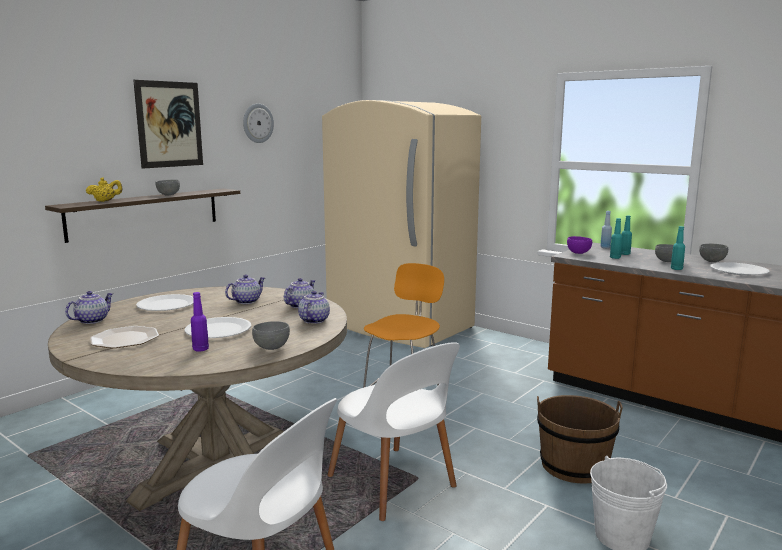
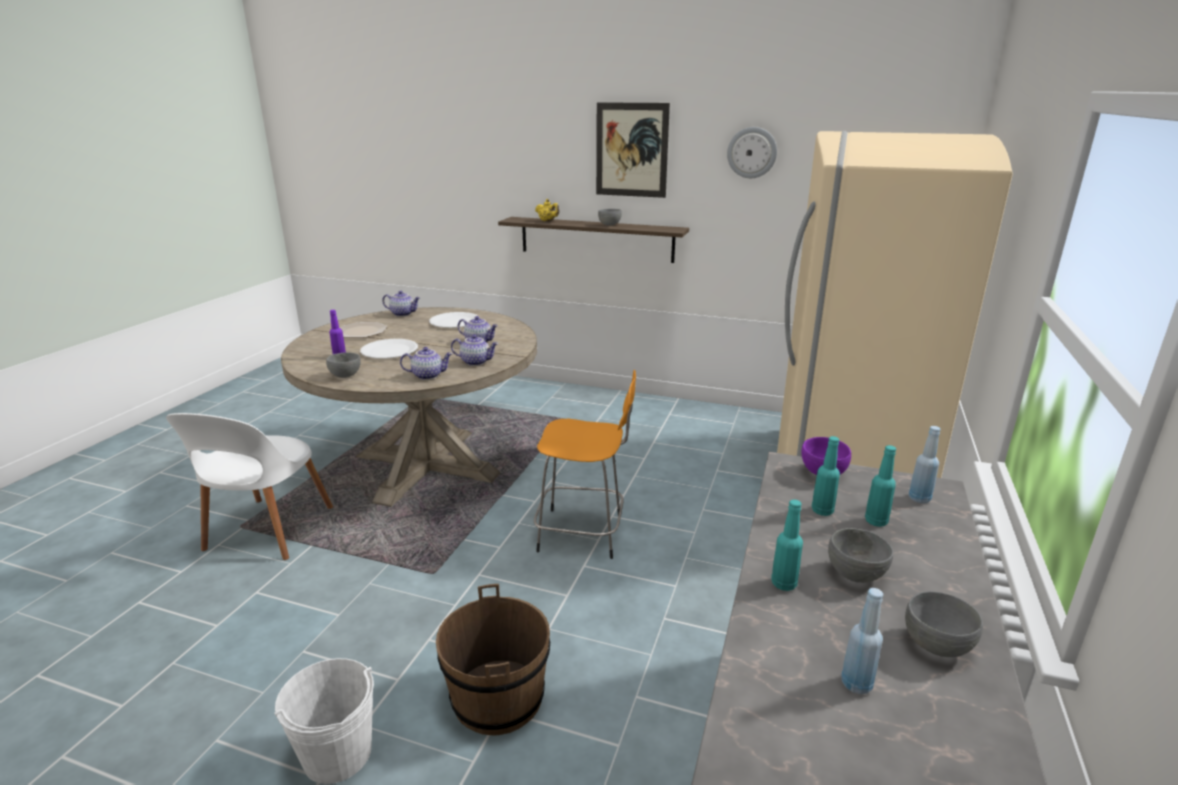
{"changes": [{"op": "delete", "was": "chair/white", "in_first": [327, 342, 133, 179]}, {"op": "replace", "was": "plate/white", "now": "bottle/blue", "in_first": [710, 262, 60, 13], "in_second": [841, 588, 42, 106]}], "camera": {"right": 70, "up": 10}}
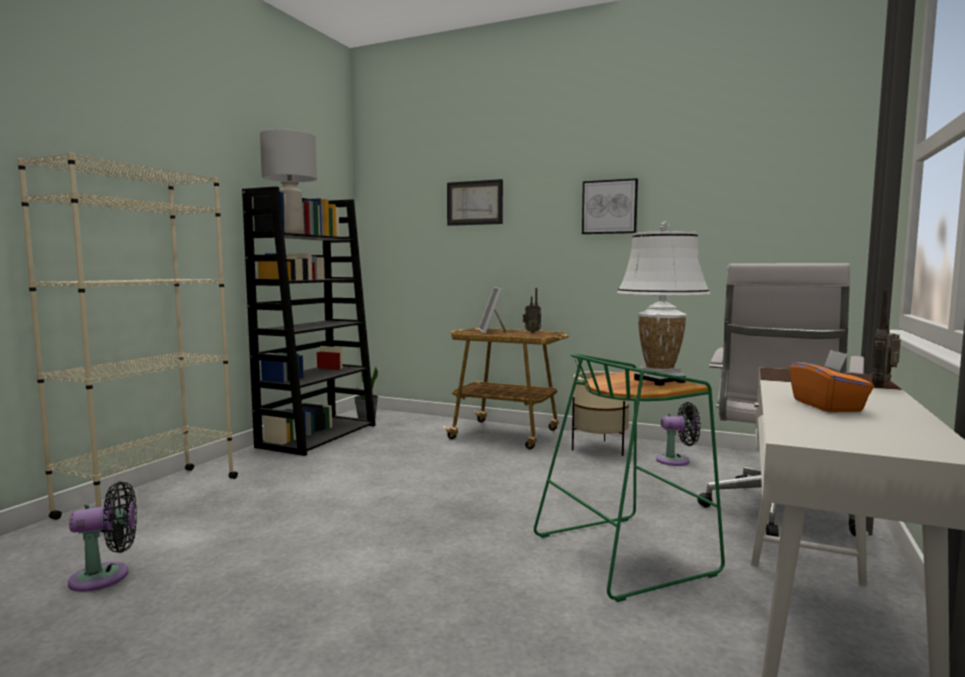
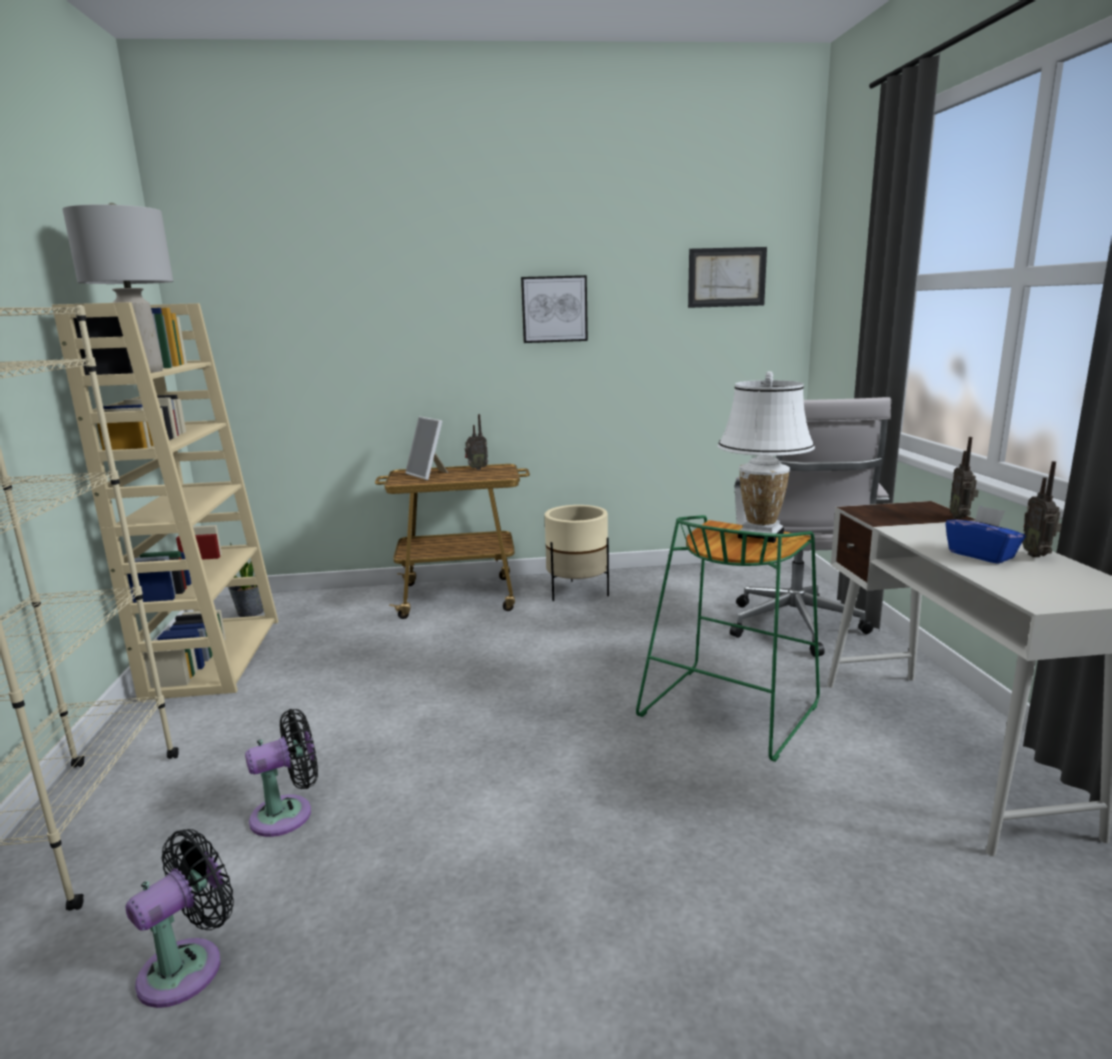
{"changes": [{"op": "insert", "now": "radio", "in_second": [1022, 461, 40, 96]}, {"op": "move", "was": "picture", "in_first": [447, 179, 56, 47], "in_second": [688, 247, 79, 61]}, {"op": "move", "was": "fan/black", "in_first": [656, 402, 45, 64], "in_second": [245, 709, 73, 128]}, {"op": "recolor", "was": "bookcase/black", "now": "bookcase/beige", "in_first": [242, 186, 134, 270], "in_second": [52, 302, 226, 399]}, {"op": "recolor", "was": "tissue box/orange", "now": "tissue box/blue", "in_first": [789, 350, 85, 63], "in_second": [946, 505, 80, 59]}], "camera": {"right": -30, "up": 10}}
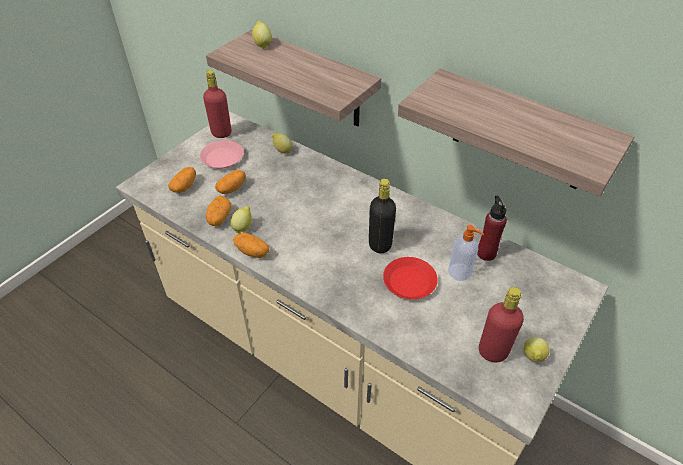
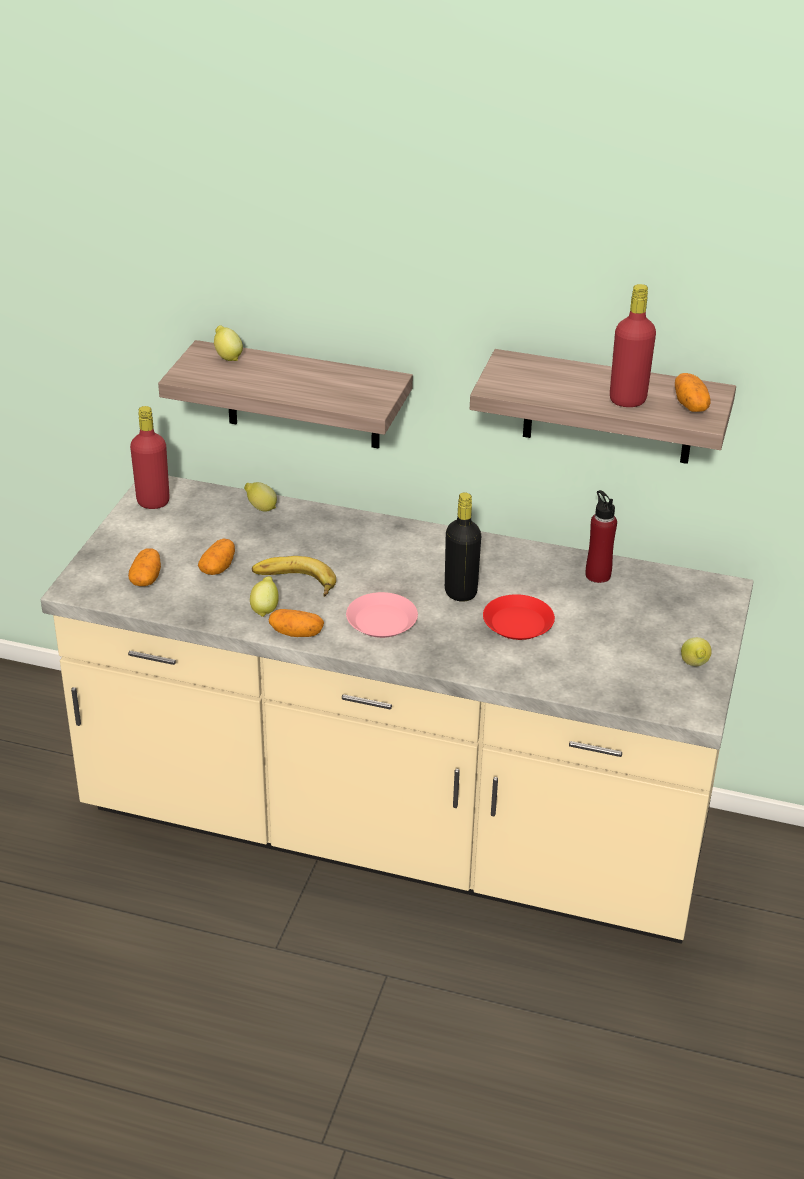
{"changes": [{"op": "delete", "was": "soap dispenser", "in_first": [448, 225, 36, 56]}, {"op": "insert", "now": "banana", "in_second": [252, 556, 84, 41]}, {"op": "move", "was": "plate/pink", "in_first": [200, 140, 44, 29], "in_second": [346, 592, 72, 46]}, {"op": "move", "was": "potato", "in_first": [206, 196, 25, 30], "in_second": [675, 373, 36, 39]}, {"op": "move", "was": "bottle/red", "in_first": [479, 287, 45, 75], "in_second": [610, 284, 46, 123]}], "camera": {"right": -20, "up": -10}}
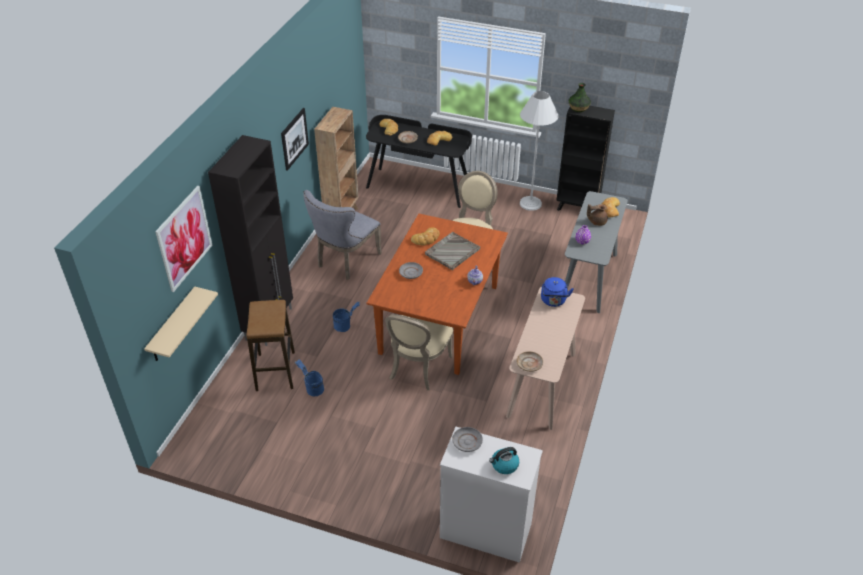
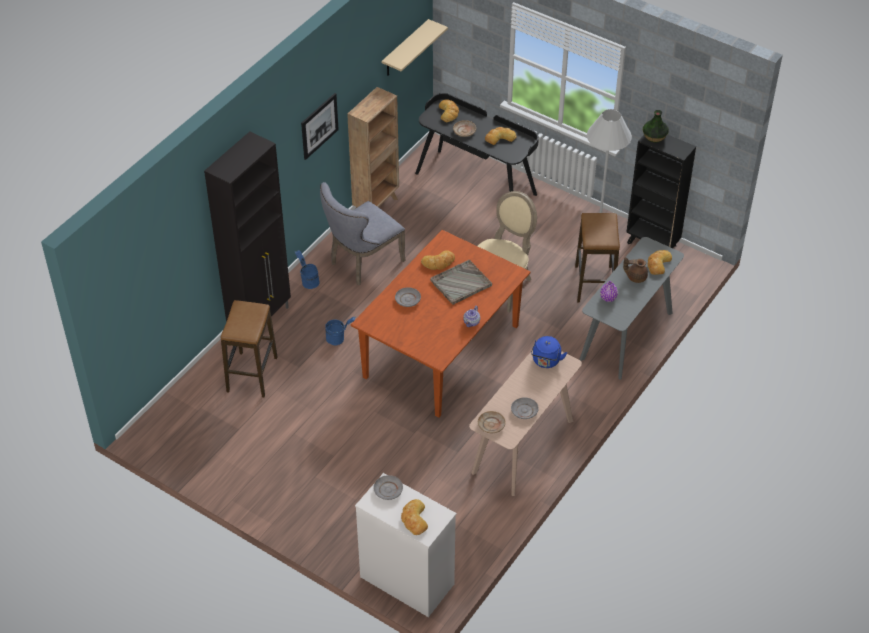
{"changes": [{"op": "delete", "was": "picture", "in_first": [155, 186, 57, 106]}, {"op": "delete", "was": "chair/beige", "in_first": [385, 314, 68, 76]}, {"op": "insert", "now": "plate/grey", "in_second": [511, 397, 28, 22]}, {"op": "insert", "now": "stool", "in_second": [575, 213, 45, 90]}, {"op": "move", "was": "shelf/beige", "in_first": [144, 286, 74, 75], "in_second": [382, 19, 66, 57]}, {"op": "move", "was": "bucket/blue", "in_first": [295, 360, 29, 36], "in_second": [295, 250, 25, 39]}, {"op": "replace", "was": "kettle", "now": "bread", "in_first": [489, 447, 30, 27], "in_second": [401, 499, 27, 36]}], "camera": {"right": 15, "up": 5}}
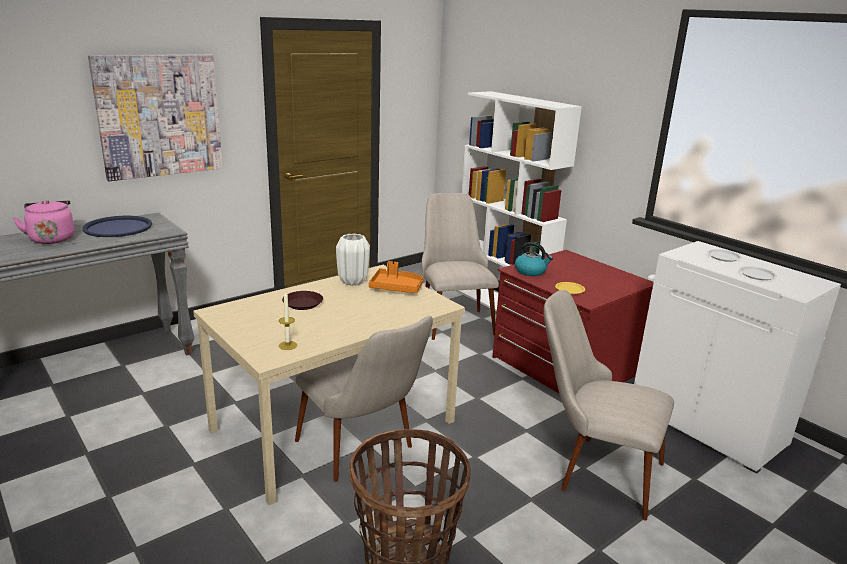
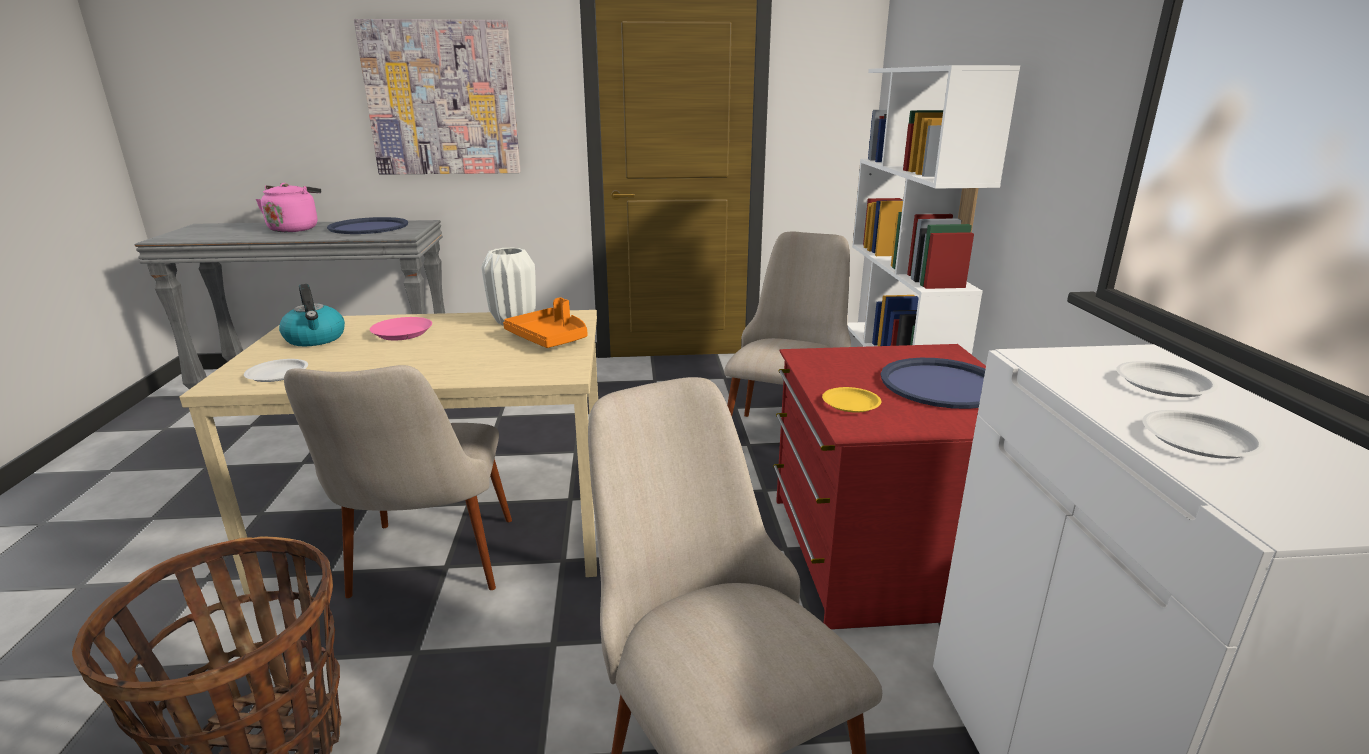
{"changes": [{"op": "insert", "now": "tray/blue", "in_second": [881, 358, 104, 51]}, {"op": "move", "was": "kettle", "in_first": [515, 242, 38, 34], "in_second": [279, 284, 66, 62]}, {"op": "replace", "was": "candle", "now": "plate/white", "in_first": [279, 291, 18, 59], "in_second": [244, 359, 64, 23]}, {"op": "recolor", "was": "plate/brown", "now": "plate/pink", "in_first": [282, 291, 41, 19], "in_second": [370, 317, 62, 23]}], "camera": {"right": 35, "up": 0}}
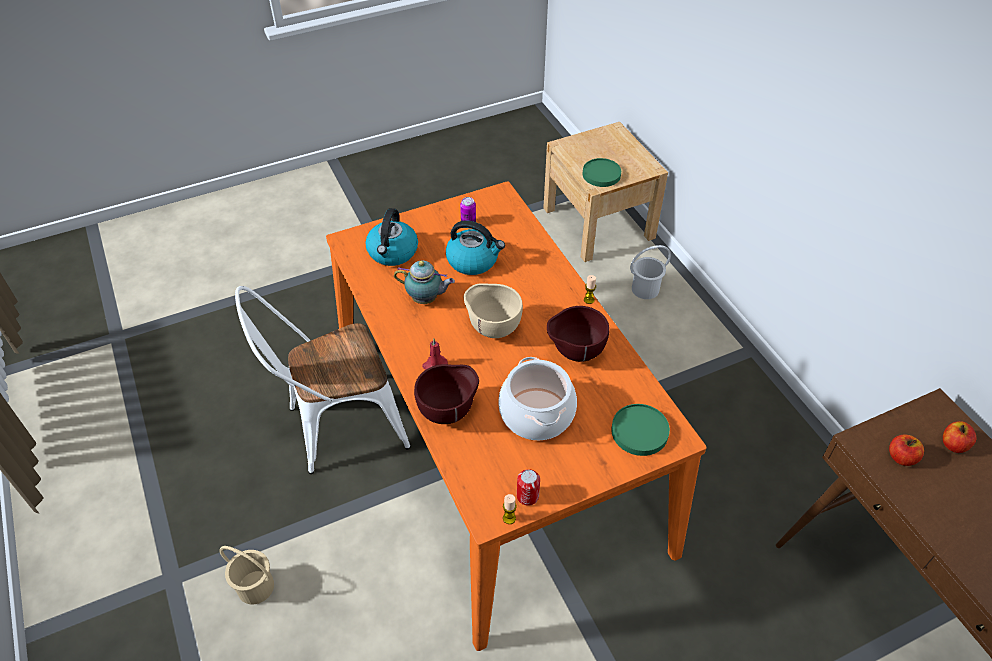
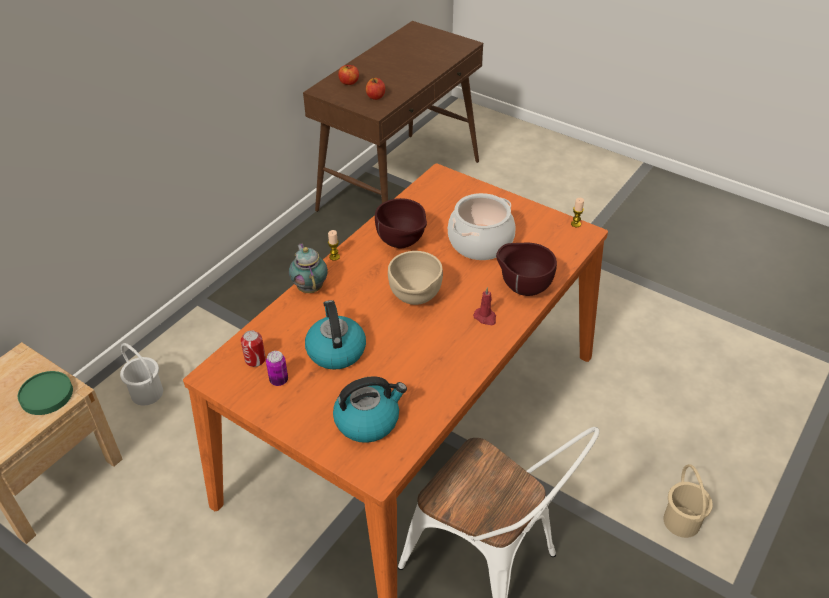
{"changes": [{"op": "delete", "was": "plate/green", "in_first": [611, 404, 59, 52]}, {"op": "move", "was": "teapot", "in_first": [394, 260, 61, 44], "in_second": [289, 243, 39, 50]}, {"op": "move", "was": "can", "in_first": [517, 469, 23, 37], "in_second": [241, 330, 25, 37]}], "camera": {"right": -120, "up": -5}}
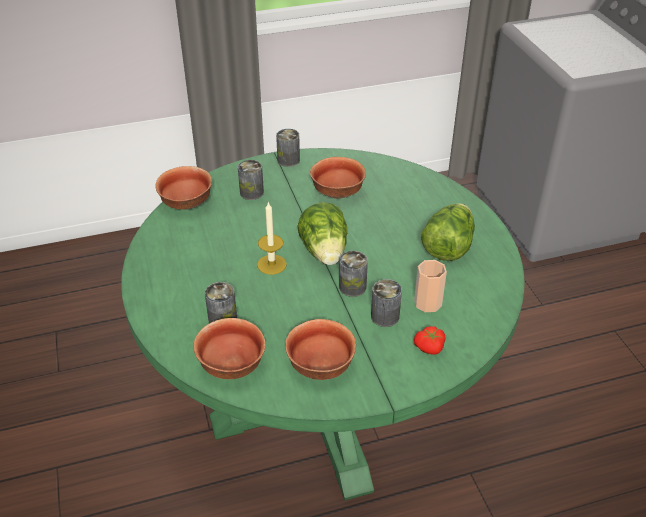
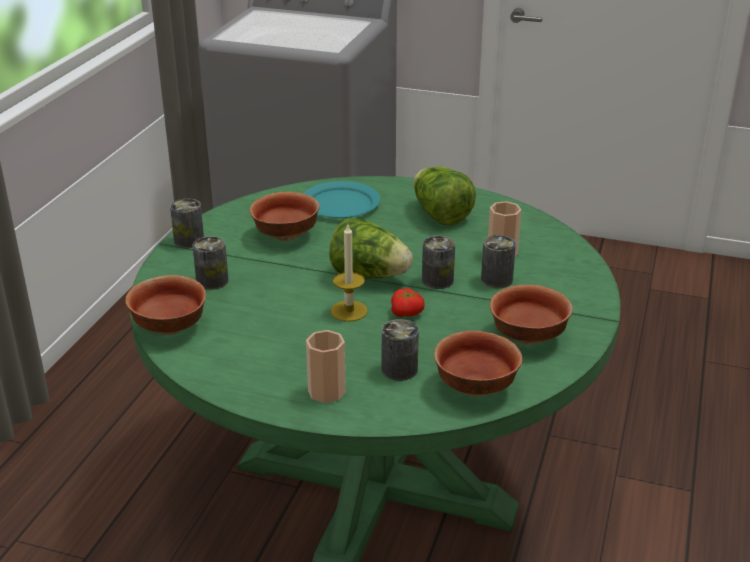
{"changes": [{"op": "insert", "now": "plate/turquoise", "in_second": [303, 181, 77, 37]}, {"op": "insert", "now": "cup", "in_second": [306, 330, 40, 73]}, {"op": "move", "was": "tomato", "in_first": [414, 326, 31, 29], "in_second": [391, 288, 34, 29]}], "camera": {"right": -55, "up": -10}}
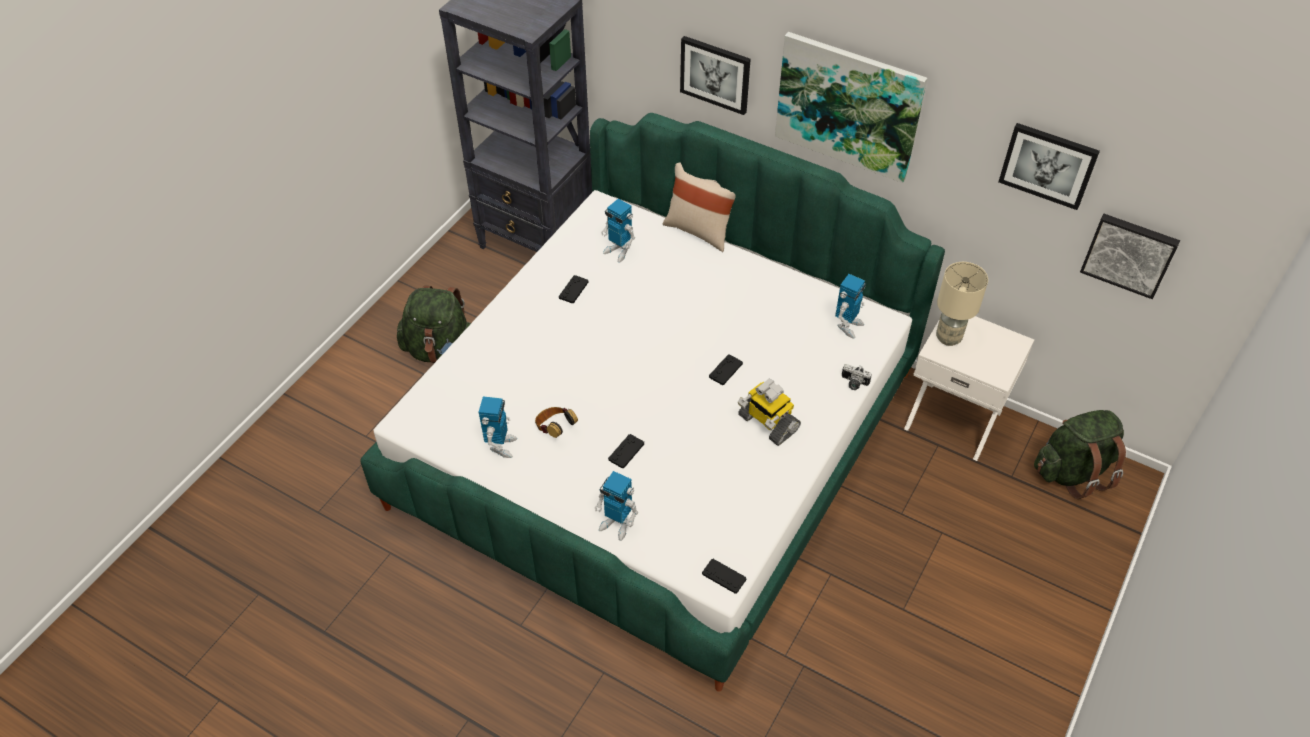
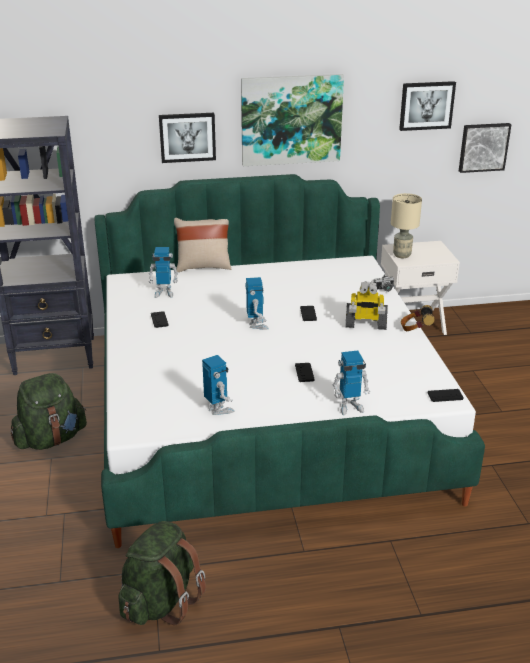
{"changes": [{"op": "move", "was": "headphones", "in_first": [535, 407, 43, 31], "in_second": [401, 305, 34, 26]}, {"op": "move", "was": "toy robot", "in_first": [835, 274, 31, 65], "in_second": [246, 277, 23, 53]}, {"op": "move", "was": "backpack/green", "in_first": [1034, 410, 92, 89], "in_second": [118, 521, 88, 104]}], "camera": {"right": -40, "up": -20}}
